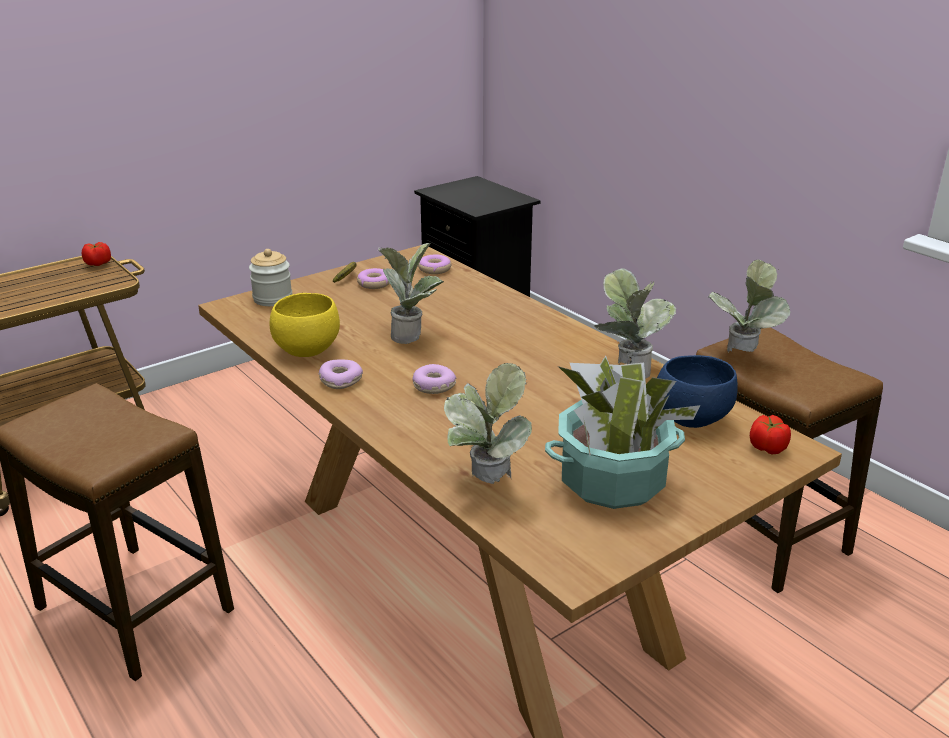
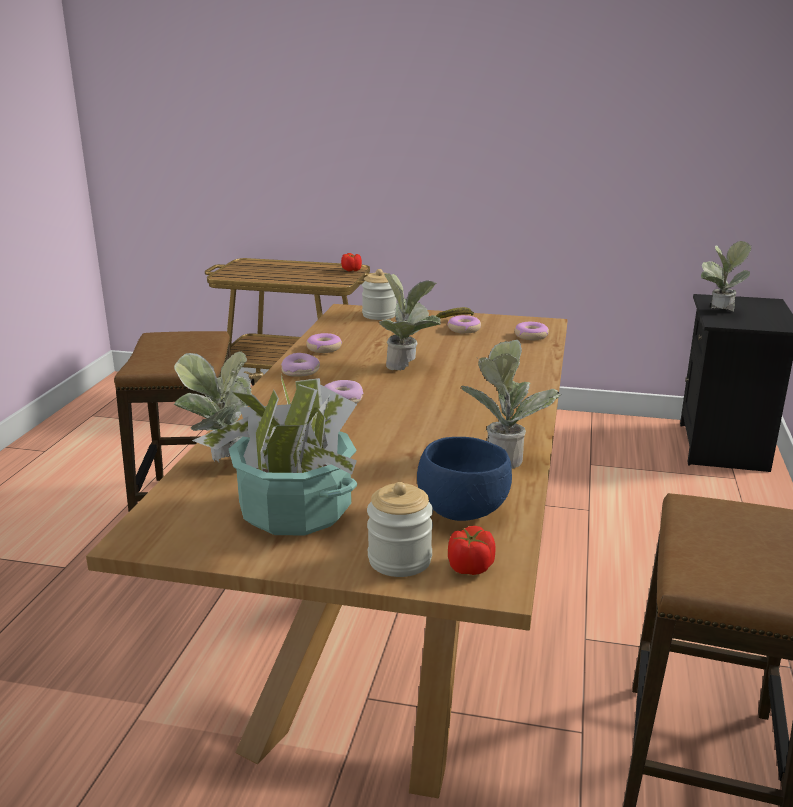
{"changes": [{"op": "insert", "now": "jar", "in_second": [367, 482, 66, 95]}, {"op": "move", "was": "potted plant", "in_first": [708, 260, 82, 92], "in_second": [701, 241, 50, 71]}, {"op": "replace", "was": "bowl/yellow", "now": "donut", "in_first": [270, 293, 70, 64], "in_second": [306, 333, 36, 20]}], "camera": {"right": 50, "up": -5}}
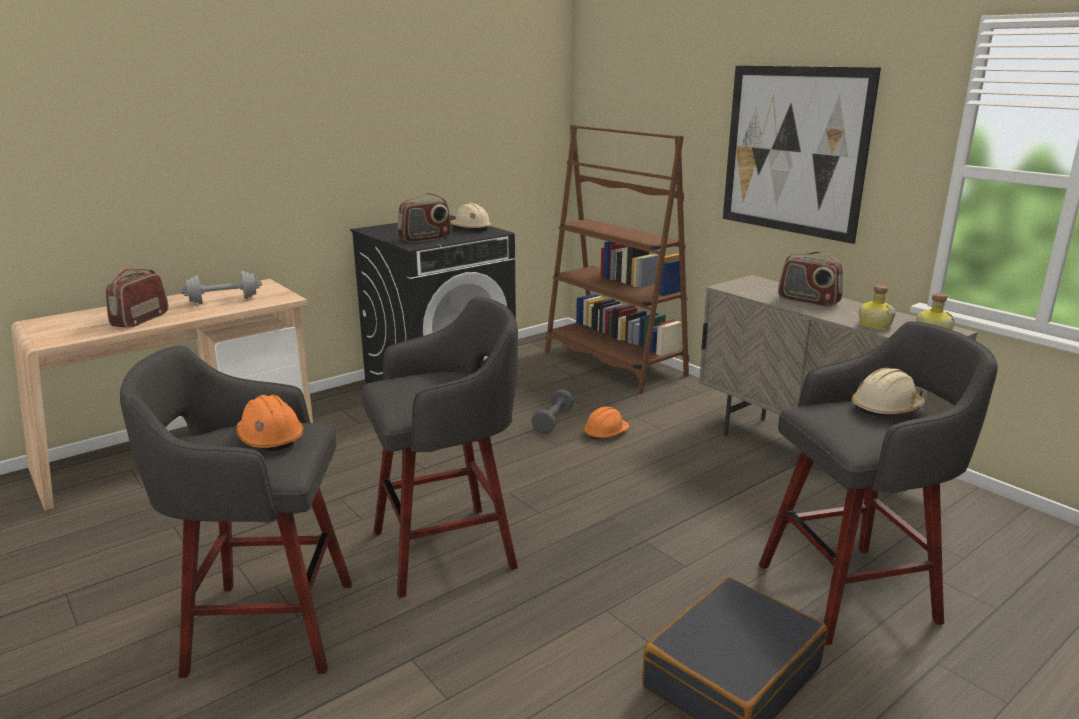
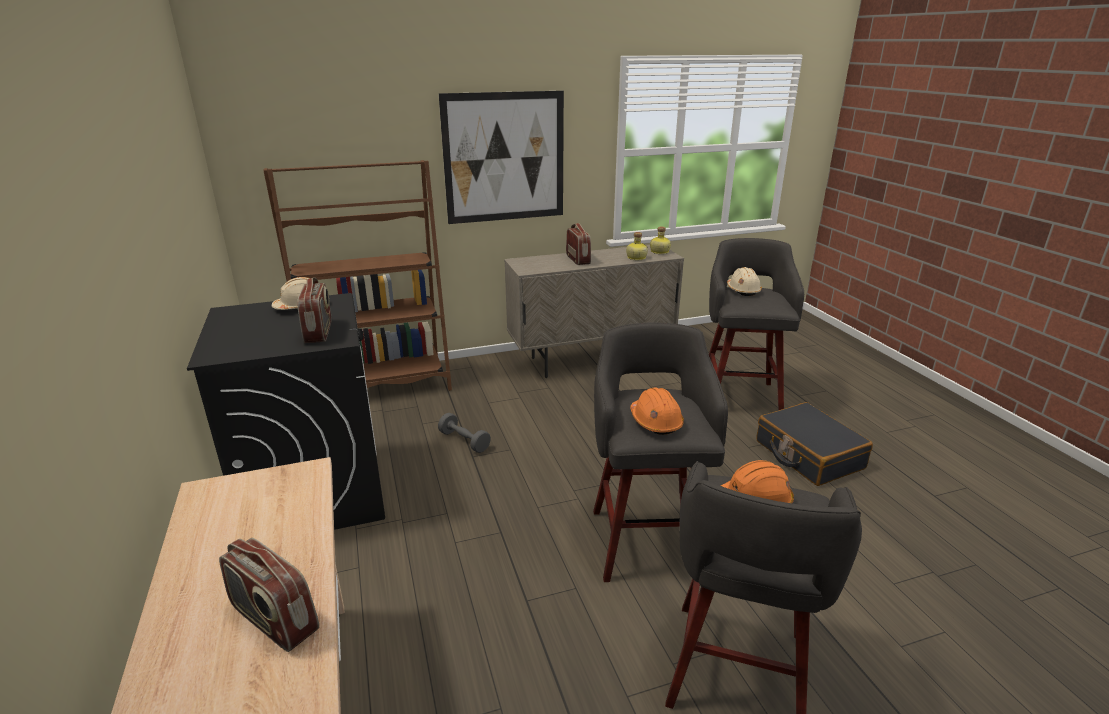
{"changes": [{"op": "delete", "was": "dumbbell/grey", "in_first": [180, 271, 82, 33]}, {"op": "move", "was": "hard hat/orange", "in_first": [583, 406, 46, 34], "in_second": [630, 387, 54, 48]}, {"op": "rotate", "was": "radio", "in_first": [778, 251, 65, 56], "in_second": [566, 223, 25, 42], "clockwise": -75}], "camera": {"right": -70, "up": 5}}
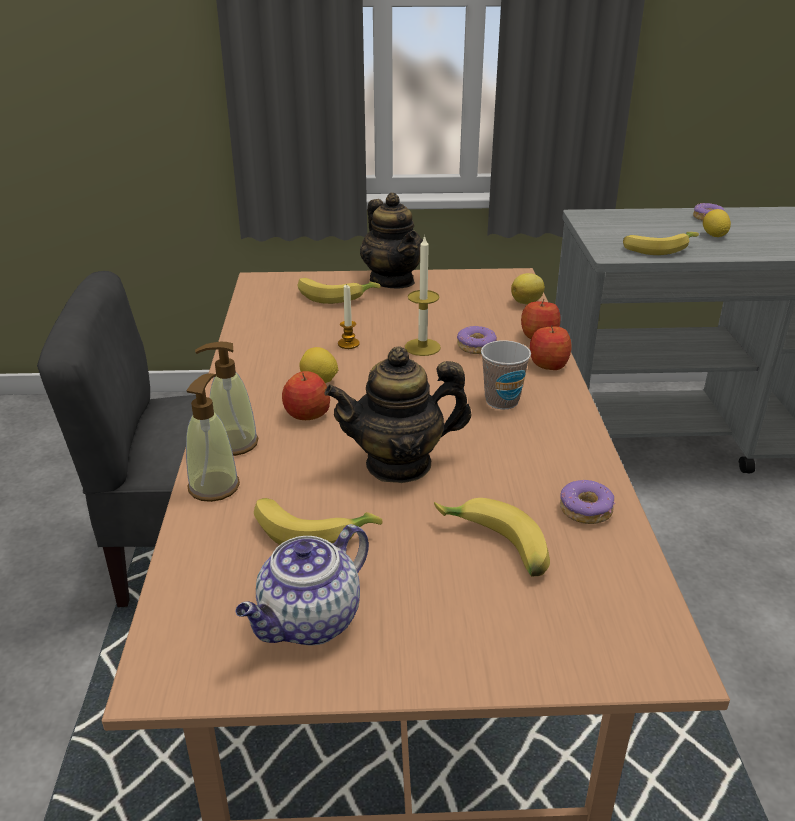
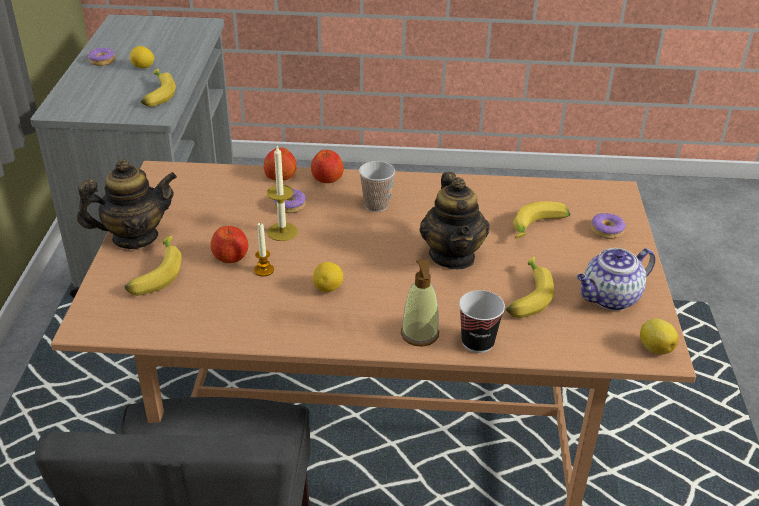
{"changes": [{"op": "move", "was": "apple", "in_first": [282, 371, 48, 49], "in_second": [210, 226, 38, 37]}, {"op": "move", "was": "lemon", "in_first": [511, 273, 34, 31], "in_second": [640, 319, 39, 35]}, {"op": "move", "was": "donut", "in_first": [560, 480, 55, 44], "in_second": [591, 213, 35, 26]}, {"op": "replace", "was": "soap dispenser", "now": "cup", "in_first": [186, 373, 54, 129], "in_second": [459, 290, 46, 63]}, {"op": "rotate", "was": "teapot", "in_first": [236, 524, 133, 121], "in_second": [577, 248, 78, 63], "clockwise": 105}], "camera": {"right": -85, "up": 5}}
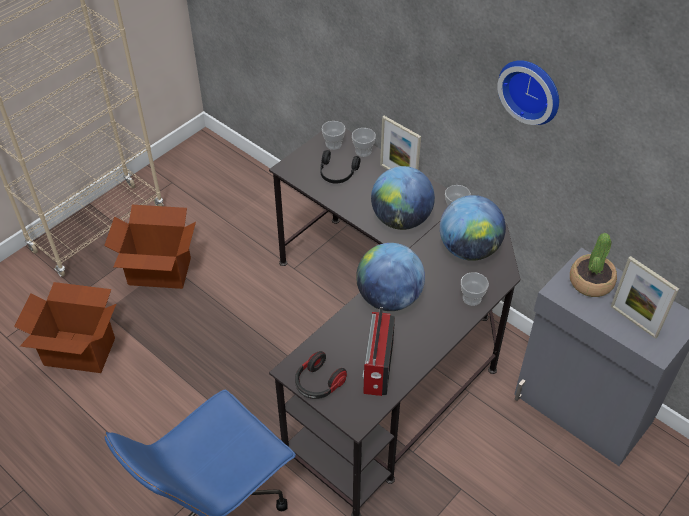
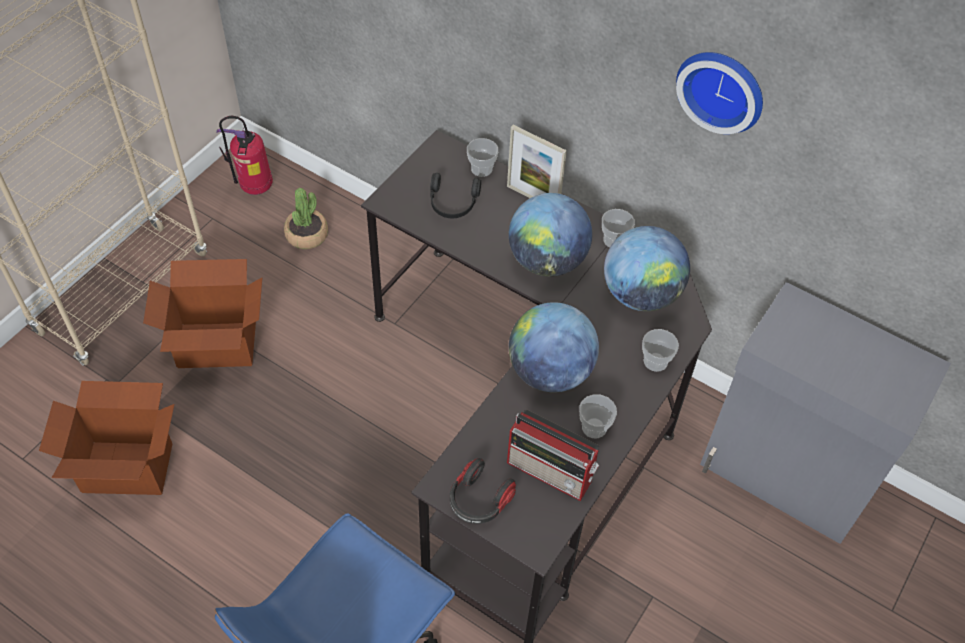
{"changes": [{"op": "delete", "was": "picture frame", "in_first": [611, 256, 68, 83]}, {"op": "insert", "now": "fire extinguisher", "in_second": [216, 116, 57, 79]}, {"op": "move", "was": "cup", "in_first": [322, 121, 24, 29], "in_second": [579, 394, 38, 44]}, {"op": "move", "was": "potted plant", "in_first": [570, 233, 47, 64], "in_second": [284, 188, 44, 61]}, {"op": "rotate", "was": "radio", "in_first": [363, 307, 32, 89], "in_second": [507, 409, 92, 92], "clockwise": -60}], "camera": {"right": -10, "up": 5}}
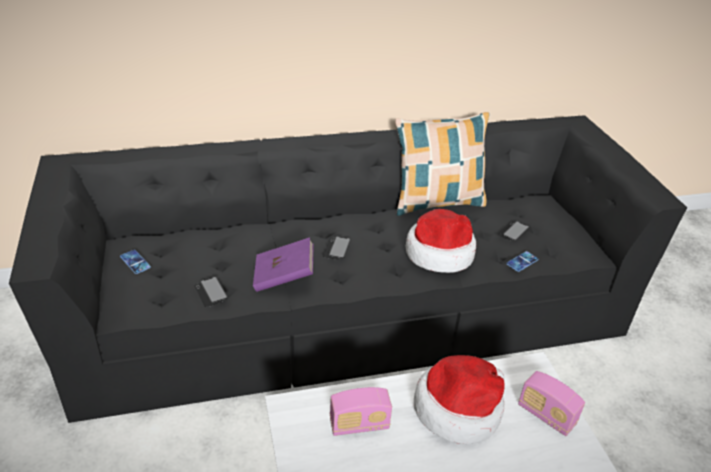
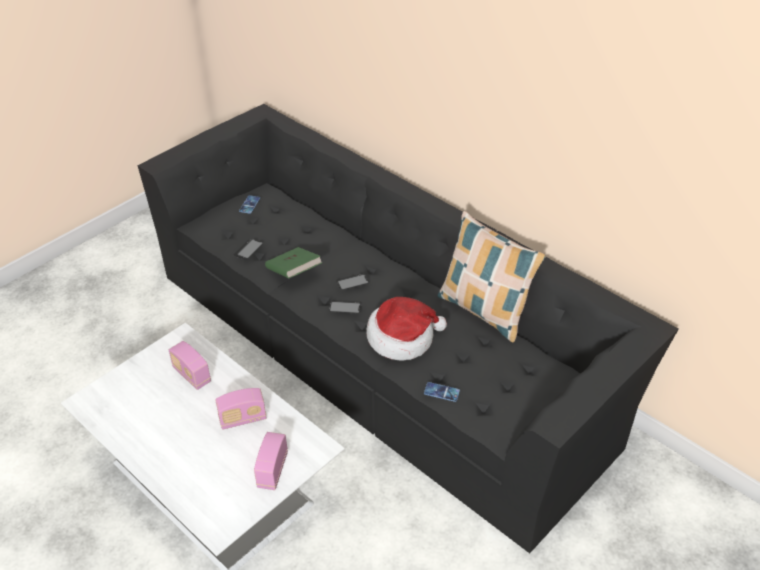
{"changes": [{"op": "move", "was": "phone", "in_first": [497, 221, 33, 20], "in_second": [329, 300, 33, 14]}, {"op": "replace", "was": "hat", "now": "radio", "in_first": [414, 355, 91, 89], "in_second": [215, 388, 51, 42]}, {"op": "recolor", "was": "book/purple", "now": "book/green", "in_first": [253, 237, 61, 55], "in_second": [265, 247, 57, 31]}], "camera": {"right": 60, "up": 5}}
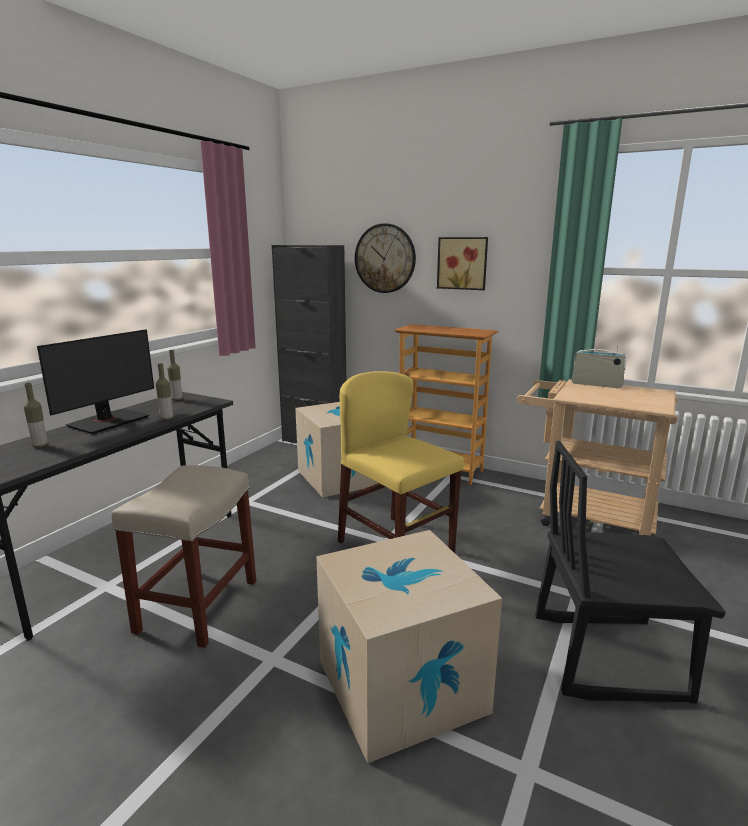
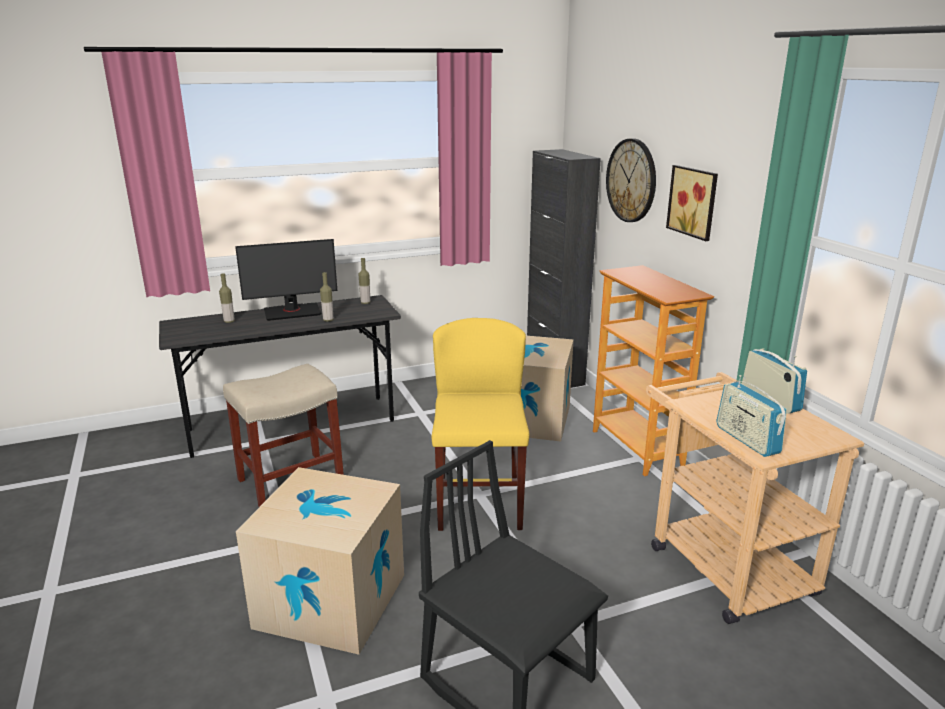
{"changes": [{"op": "insert", "now": "radio", "in_second": [716, 375, 71, 82]}], "camera": {"right": 40, "up": 5}}
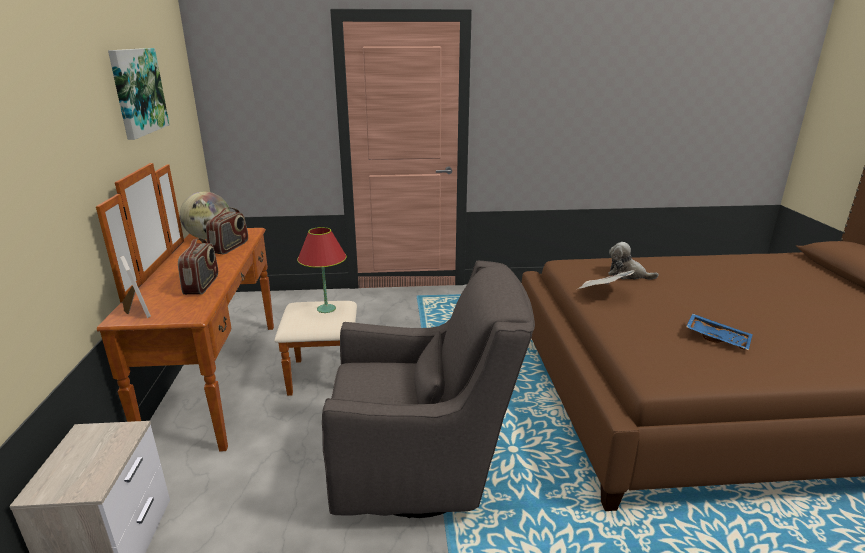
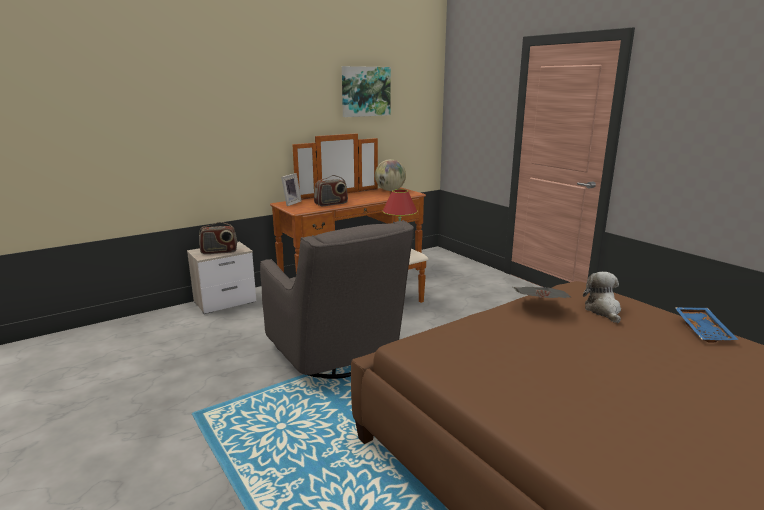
{"changes": [{"op": "move", "was": "radio", "in_first": [206, 207, 42, 47], "in_second": [199, 222, 38, 32]}, {"op": "move", "was": "tray/blue", "in_first": [686, 313, 67, 37], "in_second": [674, 307, 65, 36]}], "camera": {"right": 60, "up": -5}}
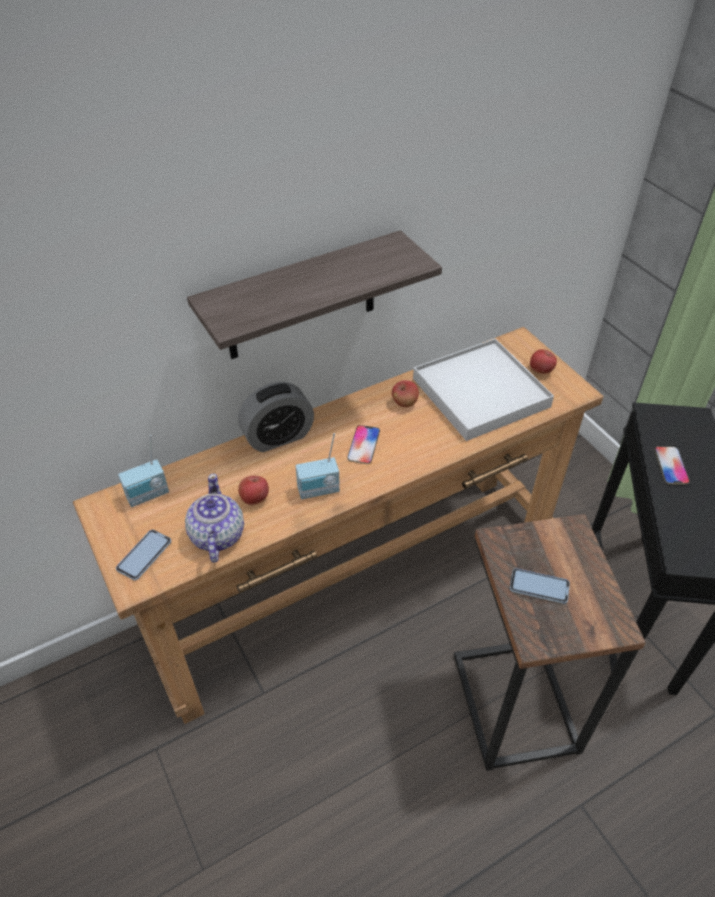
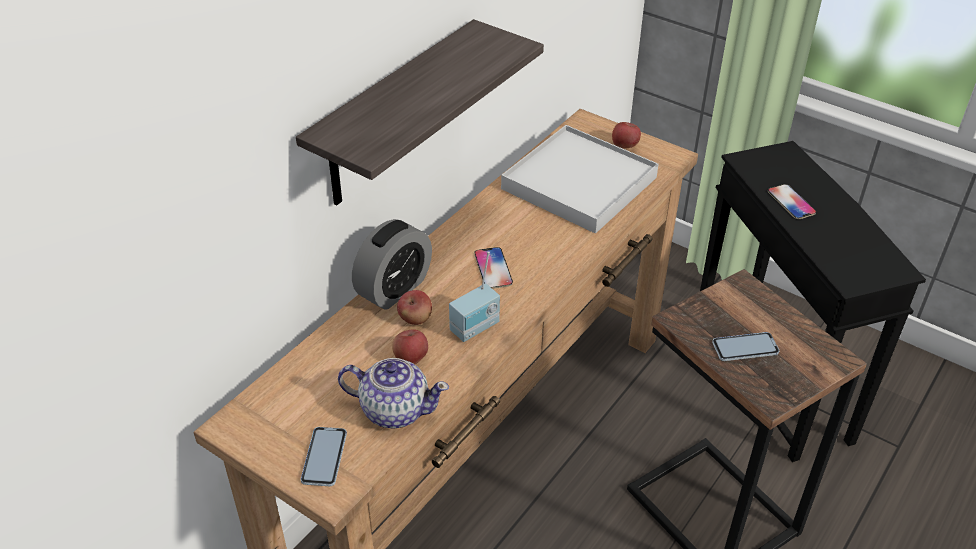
{"changes": [{"op": "delete", "was": "radio", "in_first": [118, 435, 51, 72]}, {"op": "move", "was": "apple", "in_first": [392, 380, 27, 27], "in_second": [397, 290, 35, 35]}, {"op": "rotate", "was": "teapot", "in_first": [185, 473, 59, 90], "in_second": [338, 358, 111, 71], "clockwise": 135}], "camera": {"right": -25, "up": -5}}
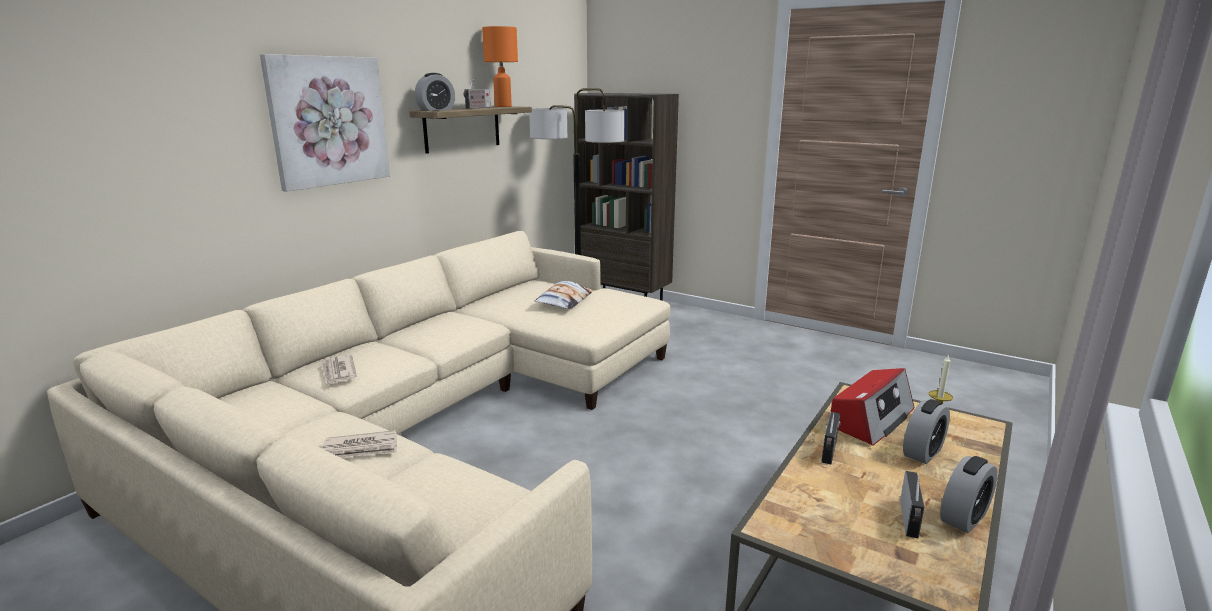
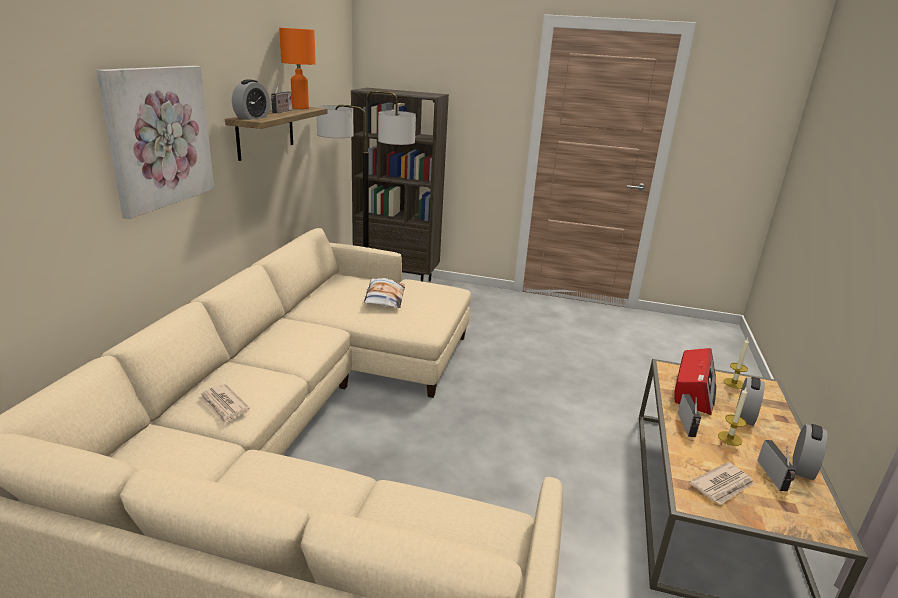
{"changes": [{"op": "insert", "now": "candle", "in_second": [718, 388, 29, 58]}, {"op": "move", "was": "newspaper", "in_first": [322, 430, 75, 28], "in_second": [689, 462, 65, 43]}], "camera": {"right": -20, "up": 5}}
